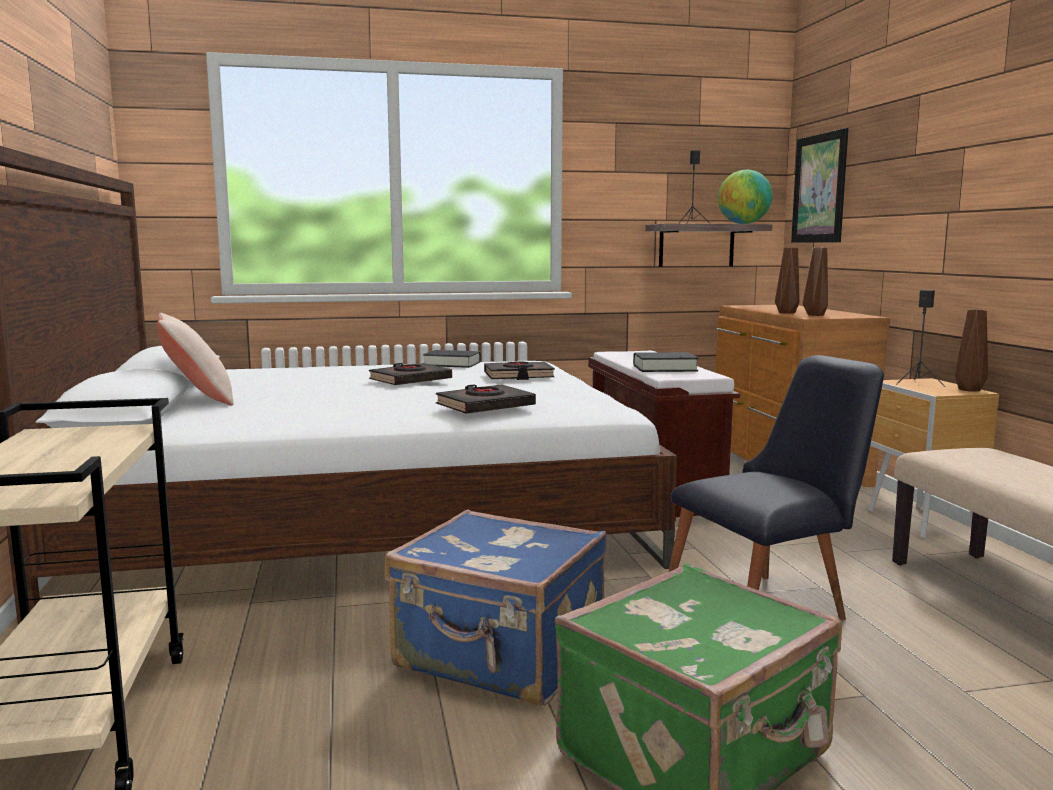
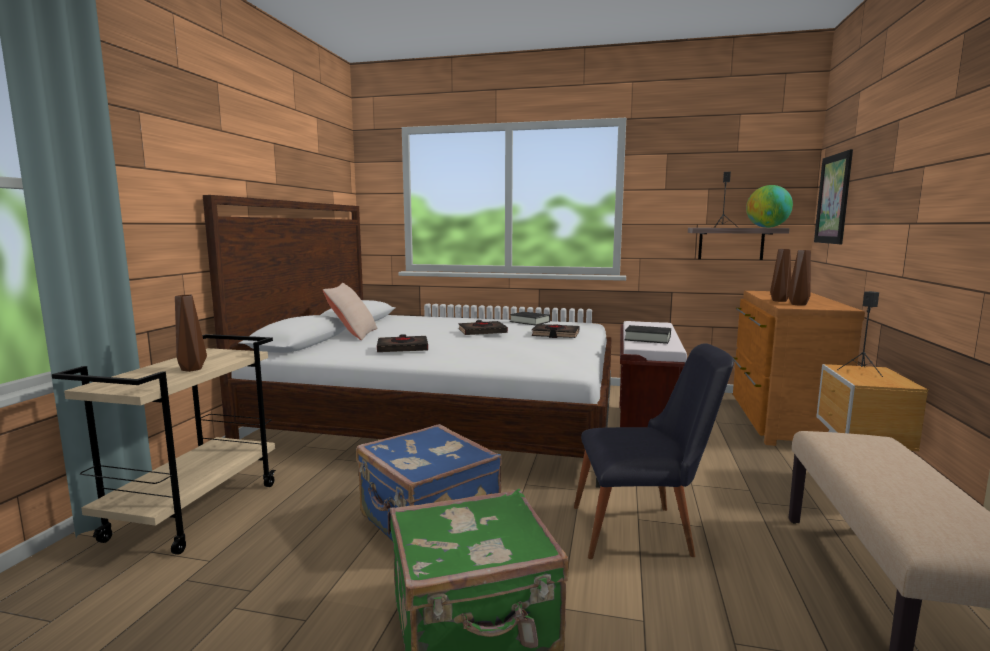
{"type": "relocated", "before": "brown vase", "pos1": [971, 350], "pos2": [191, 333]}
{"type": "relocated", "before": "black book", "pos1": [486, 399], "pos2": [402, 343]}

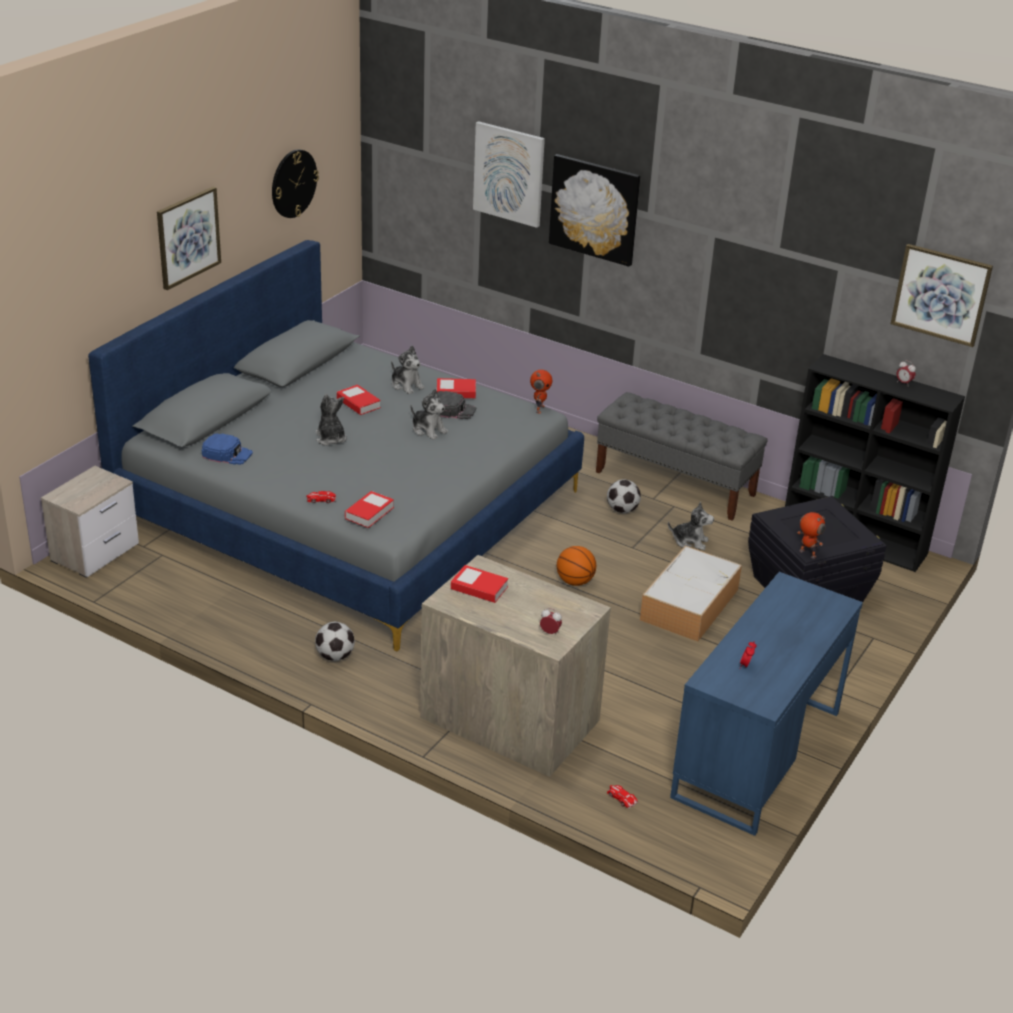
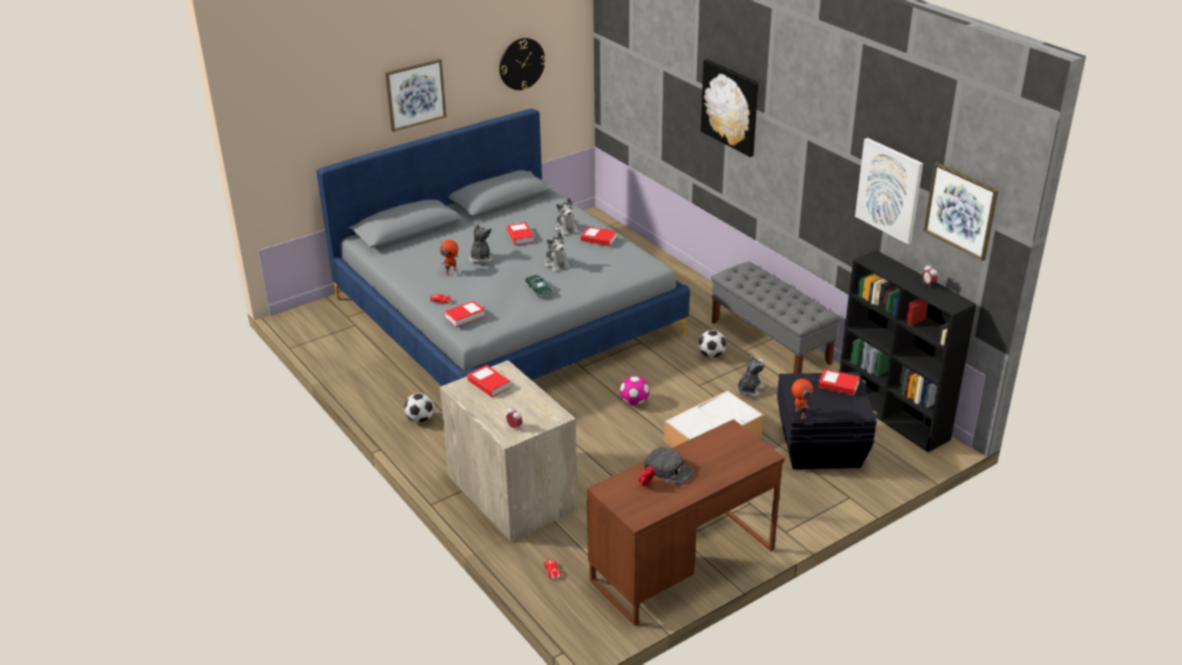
{"type": "relocated", "before": "picture", "pos1": [509, 174], "pos2": [889, 191]}
{"type": "relocated", "before": "toy robot", "pos1": [541, 392], "pos2": [449, 258]}
{"type": "relocated", "before": "black cap", "pos1": [457, 405], "pos2": [669, 466]}
{"type": "missing", "before": "blue cap", "pos1": [227, 449]}
{"type": "missing", "before": "nightstand", "pos1": [90, 521]}
{"type": "spun", "before": "plush toy", "pos1": [691, 526], "pos2": [751, 376], "turn": -90}
{"type": "exchanged", "before": "basketball", "after": "football", "pos1": [576, 566], "pos2": [634, 390]}
{"type": "colour", "before": "blue desk", "after": "brown desk", "pos1": [766, 704], "pos2": [686, 522]}
{"type": "appeared", "after": "toy car", "pos2": [539, 286]}
{"type": "appeared", "after": "book", "pos2": [839, 382]}

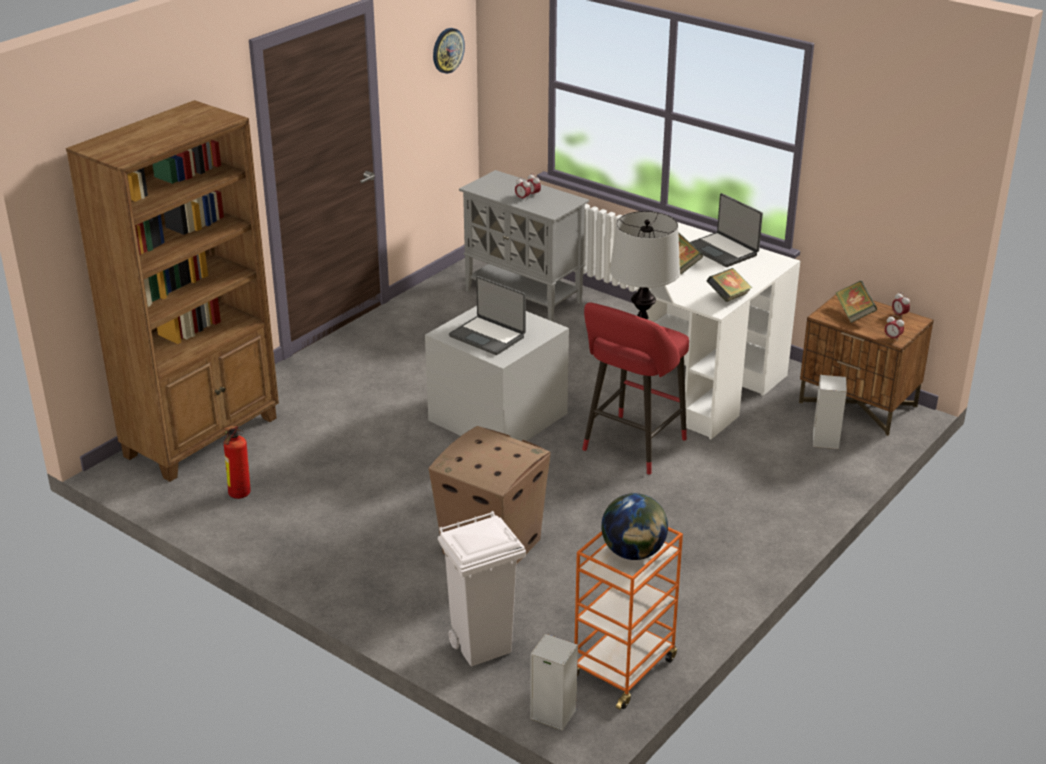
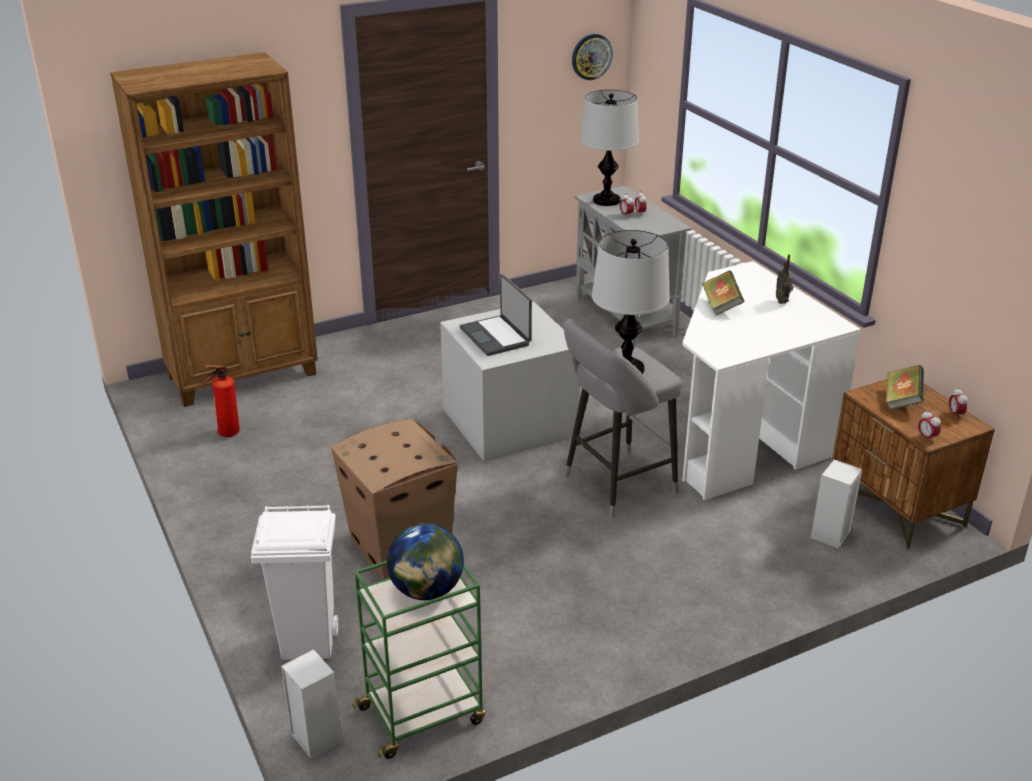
{"type": "exchanged", "before": "laptop", "after": "radio", "pos1": [726, 230], "pos2": [785, 279]}
{"type": "missing", "before": "book", "pos1": [729, 285]}
{"type": "colour", "before": "red stool", "after": "grey stool", "pos1": [635, 389], "pos2": [622, 419]}
{"type": "colour", "before": "orange cart", "after": "green cart", "pos1": [629, 618], "pos2": [418, 660]}
{"type": "appeared", "after": "table lamp", "pos2": [609, 148]}

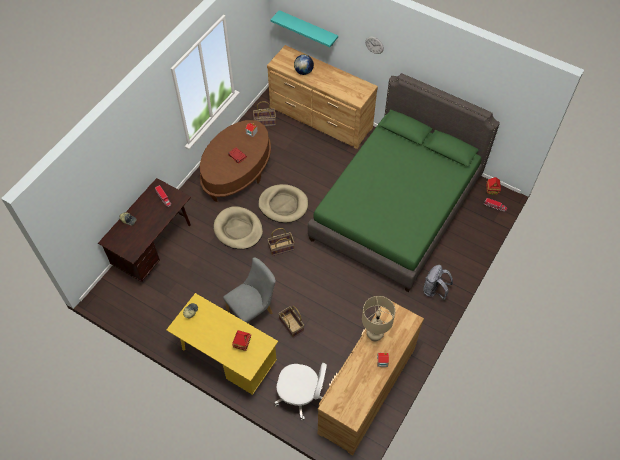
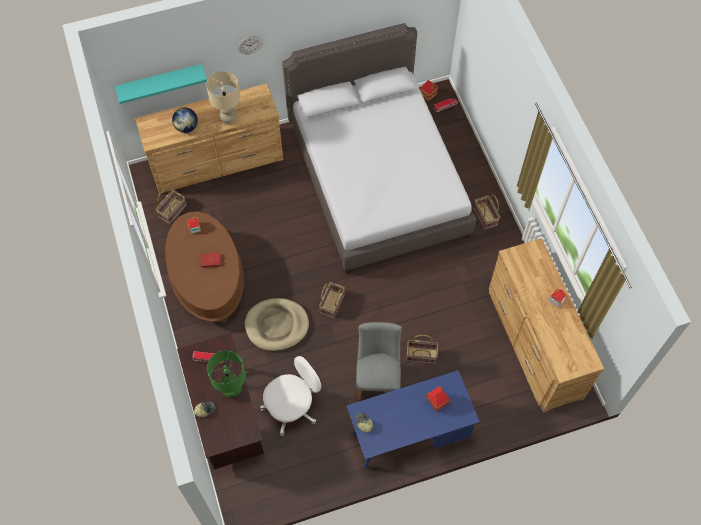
{"type": "colour", "before": "green bed", "after": "grey bed", "pos1": [404, 182], "pos2": [379, 148]}
{"type": "missing", "before": "beige dog bed", "pos1": [283, 203]}
{"type": "exchanged", "before": "grey backpack", "after": "basket", "pos1": [438, 282], "pos2": [486, 212]}
{"type": "colour", "before": "yellow desk", "after": "blue desk", "pos1": [222, 344], "pos2": [413, 419]}
{"type": "relocated", "before": "beige table lamp", "pos1": [378, 318], "pos2": [223, 98]}
{"type": "relocated", "before": "white office chair", "pos1": [301, 392], "pos2": [290, 396]}
{"type": "appeared", "after": "green table lamp", "pos2": [226, 374]}

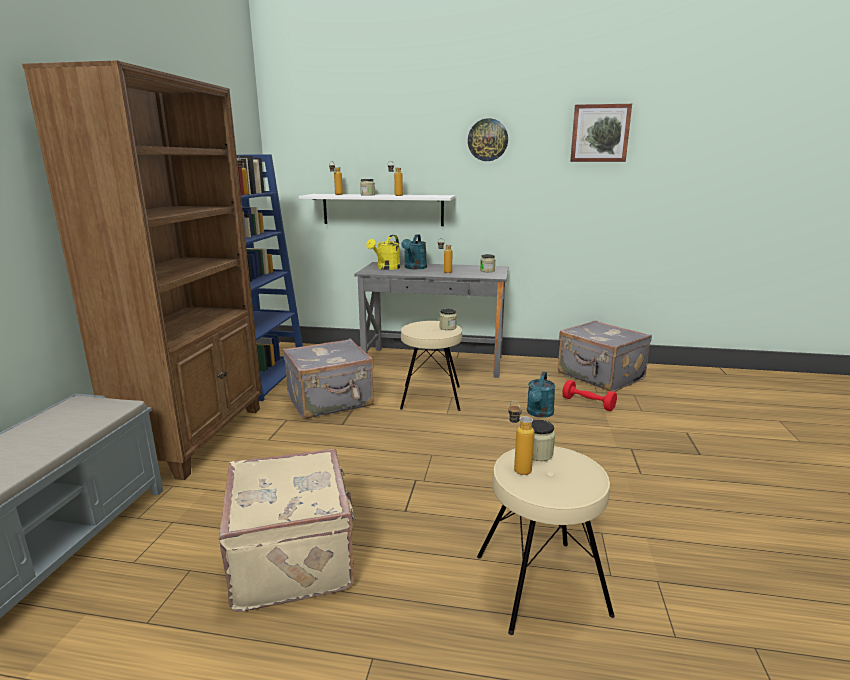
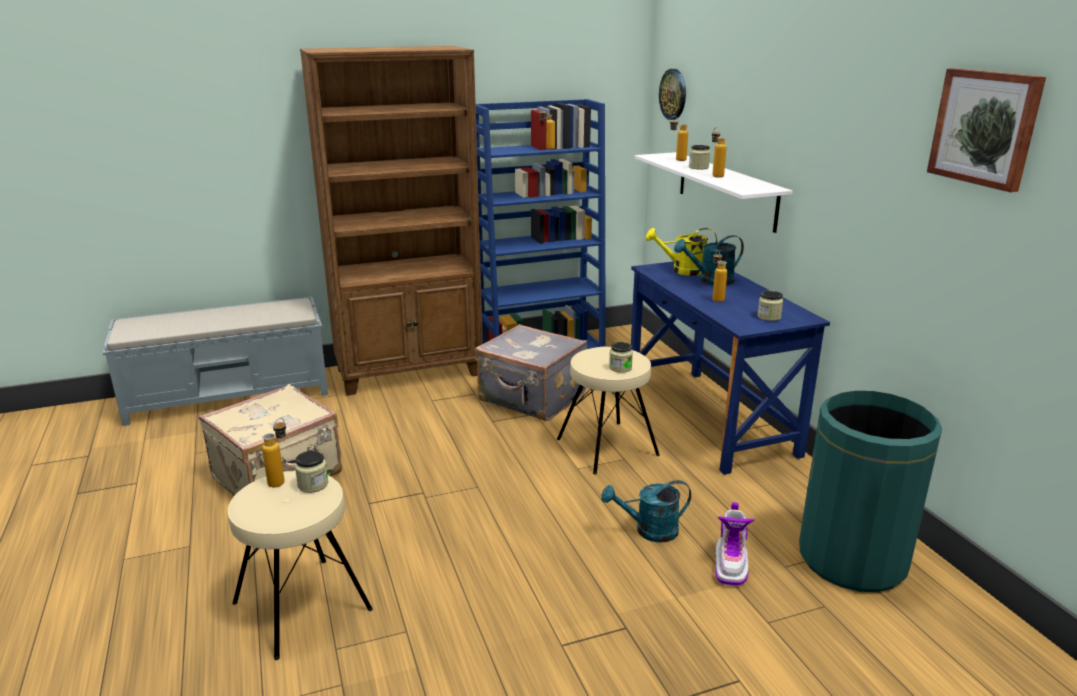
{"type": "relocated", "before": "wall clock", "pos1": [488, 139], "pos2": [672, 94]}
{"type": "colour", "before": "grey desk", "after": "blue desk", "pos1": [431, 320], "pos2": [730, 368]}
{"type": "exchanged", "before": "grey suitcase", "after": "green trash can", "pos1": [605, 356], "pos2": [870, 491]}
{"type": "exchanged", "before": "red dumbbell", "after": "boot", "pos1": [589, 395], "pos2": [735, 544]}

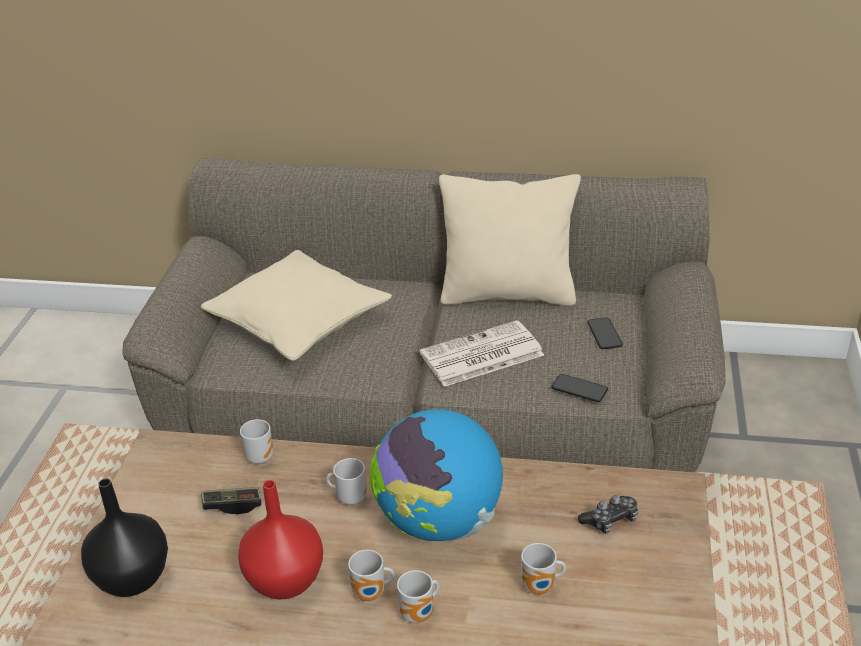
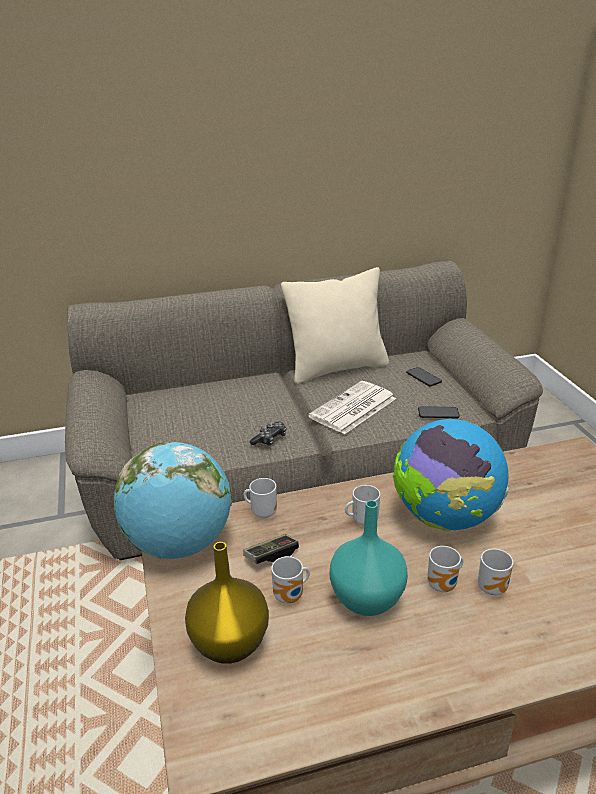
{"type": "missing", "before": "beige pillow", "pos1": [296, 305]}
{"type": "colour", "before": "black vase", "after": "yellow vase", "pos1": [124, 537], "pos2": [227, 603]}
{"type": "colour", "before": "red vase", "after": "turquoise vase", "pos1": [280, 539], "pos2": [369, 558]}
{"type": "relocated", "before": "game controller", "pos1": [608, 514], "pos2": [268, 434]}
{"type": "relocated", "before": "mug", "pos1": [543, 569], "pos2": [290, 580]}
{"type": "appeared", "after": "globe", "pos2": [173, 500]}

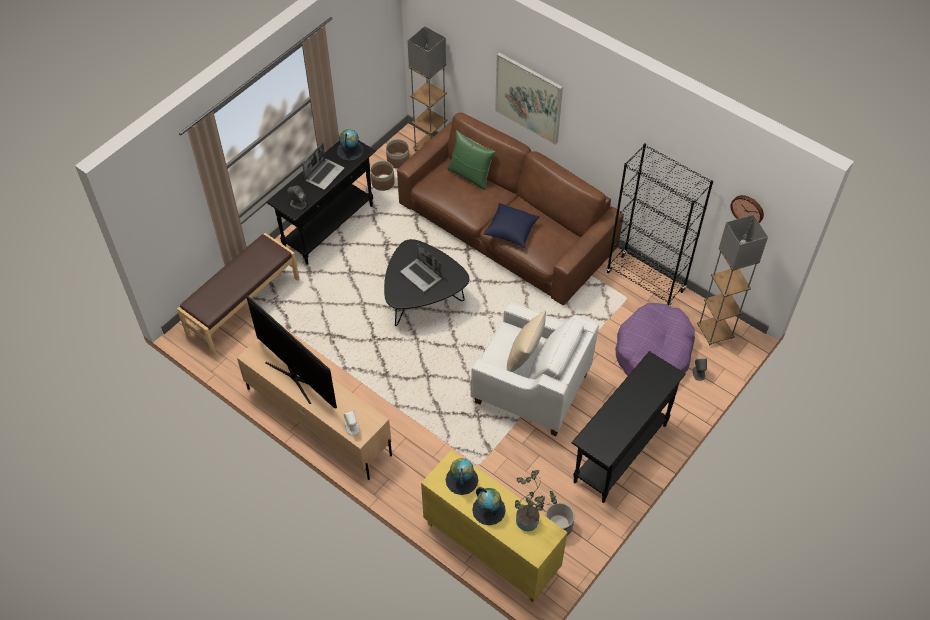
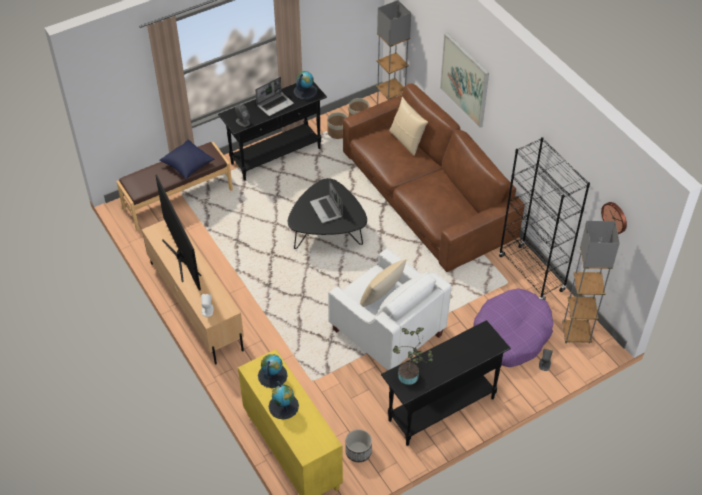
{"type": "colour", "before": "green pillow", "after": "beige pillow", "pos1": [471, 160], "pos2": [408, 126]}
{"type": "relocated", "before": "blue pillow", "pos1": [511, 225], "pos2": [187, 159]}
{"type": "relocated", "before": "potted plant", "pos1": [536, 500], "pos2": [413, 356]}

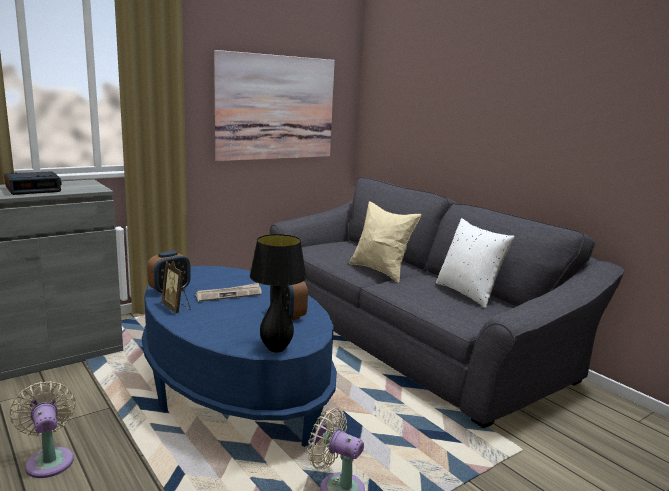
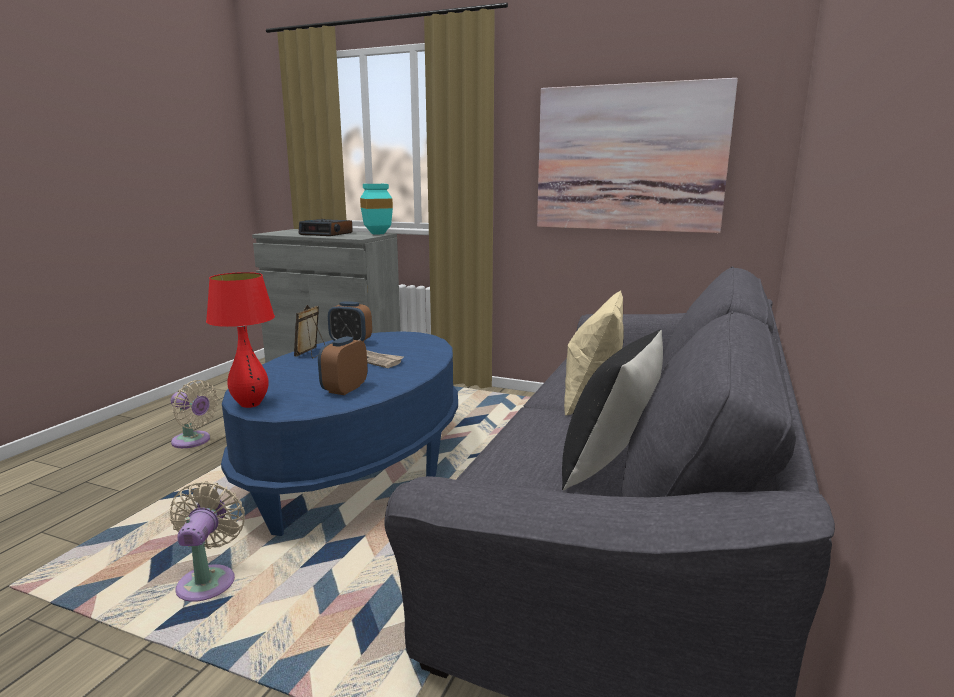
{"type": "colour", "before": "white pillow", "after": "black pillow", "pos1": [475, 263], "pos2": [612, 409]}
{"type": "colour", "before": "black table lamp", "after": "red table lamp", "pos1": [278, 293], "pos2": [240, 340]}
{"type": "spun", "before": "beige fan", "pos1": [43, 429], "pos2": [195, 414], "turn": 90}
{"type": "appeared", "after": "turquoise vase", "pos2": [376, 209]}

